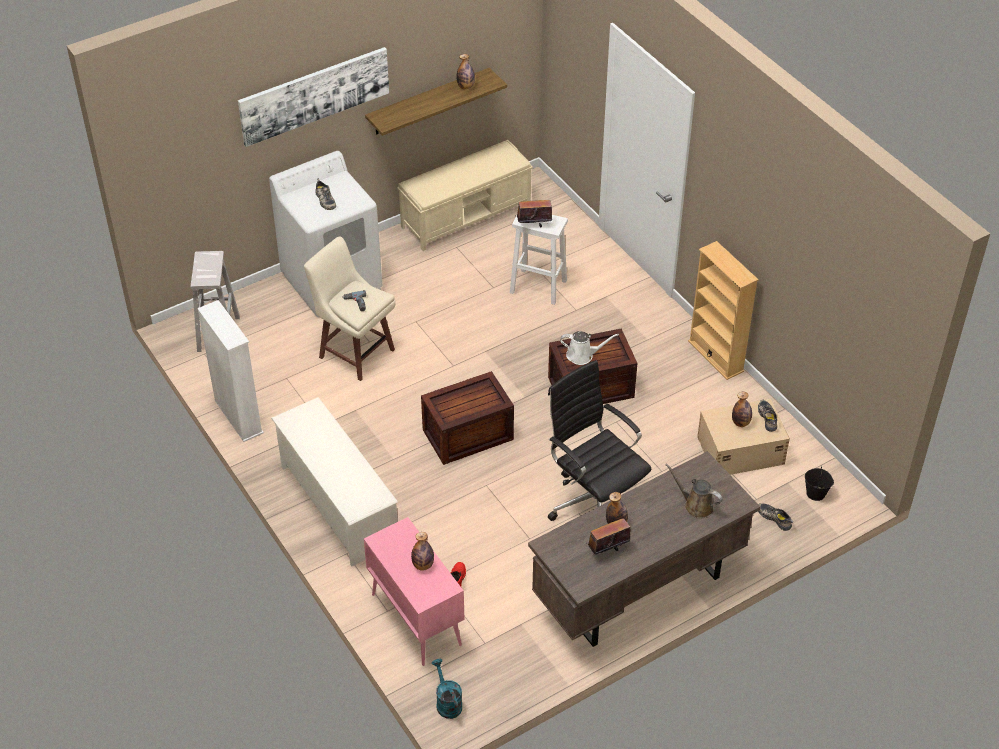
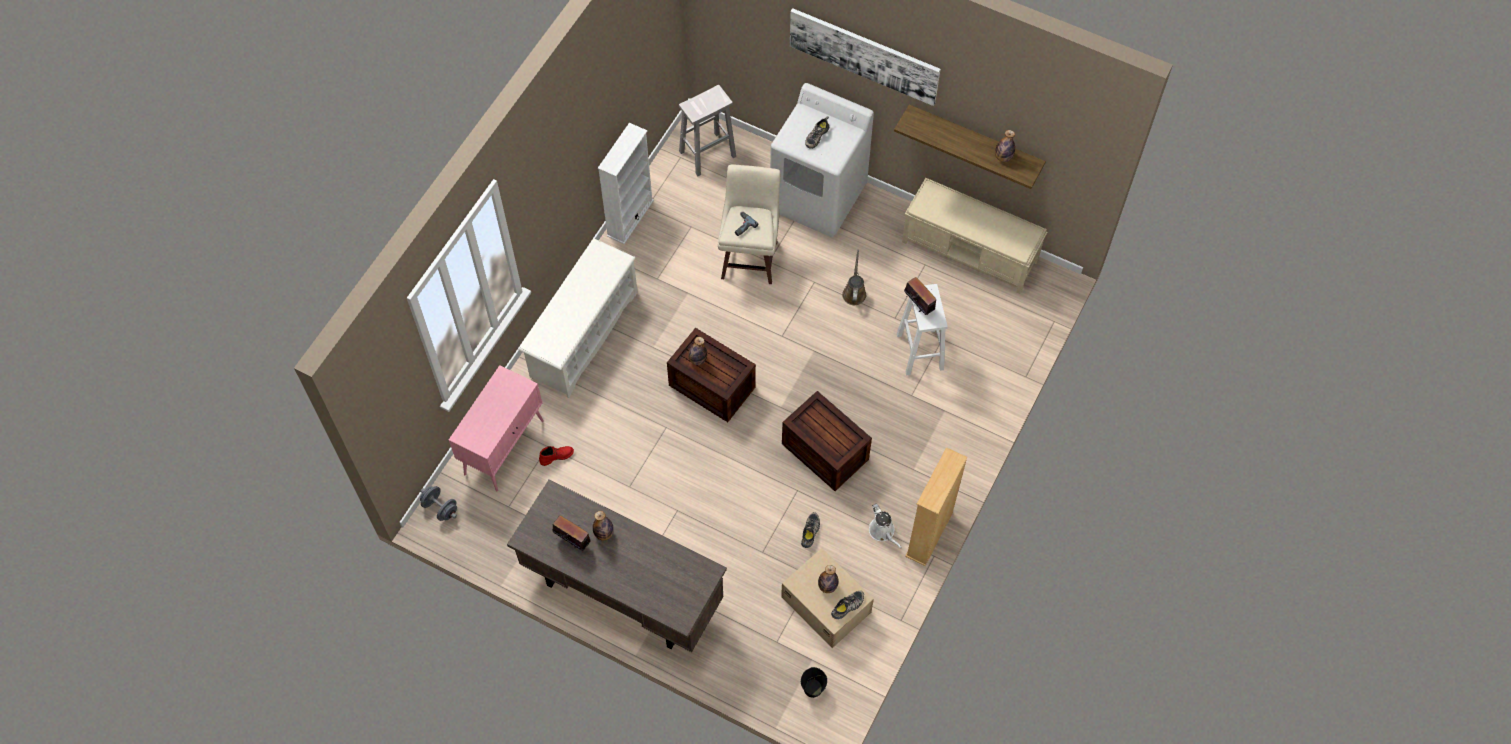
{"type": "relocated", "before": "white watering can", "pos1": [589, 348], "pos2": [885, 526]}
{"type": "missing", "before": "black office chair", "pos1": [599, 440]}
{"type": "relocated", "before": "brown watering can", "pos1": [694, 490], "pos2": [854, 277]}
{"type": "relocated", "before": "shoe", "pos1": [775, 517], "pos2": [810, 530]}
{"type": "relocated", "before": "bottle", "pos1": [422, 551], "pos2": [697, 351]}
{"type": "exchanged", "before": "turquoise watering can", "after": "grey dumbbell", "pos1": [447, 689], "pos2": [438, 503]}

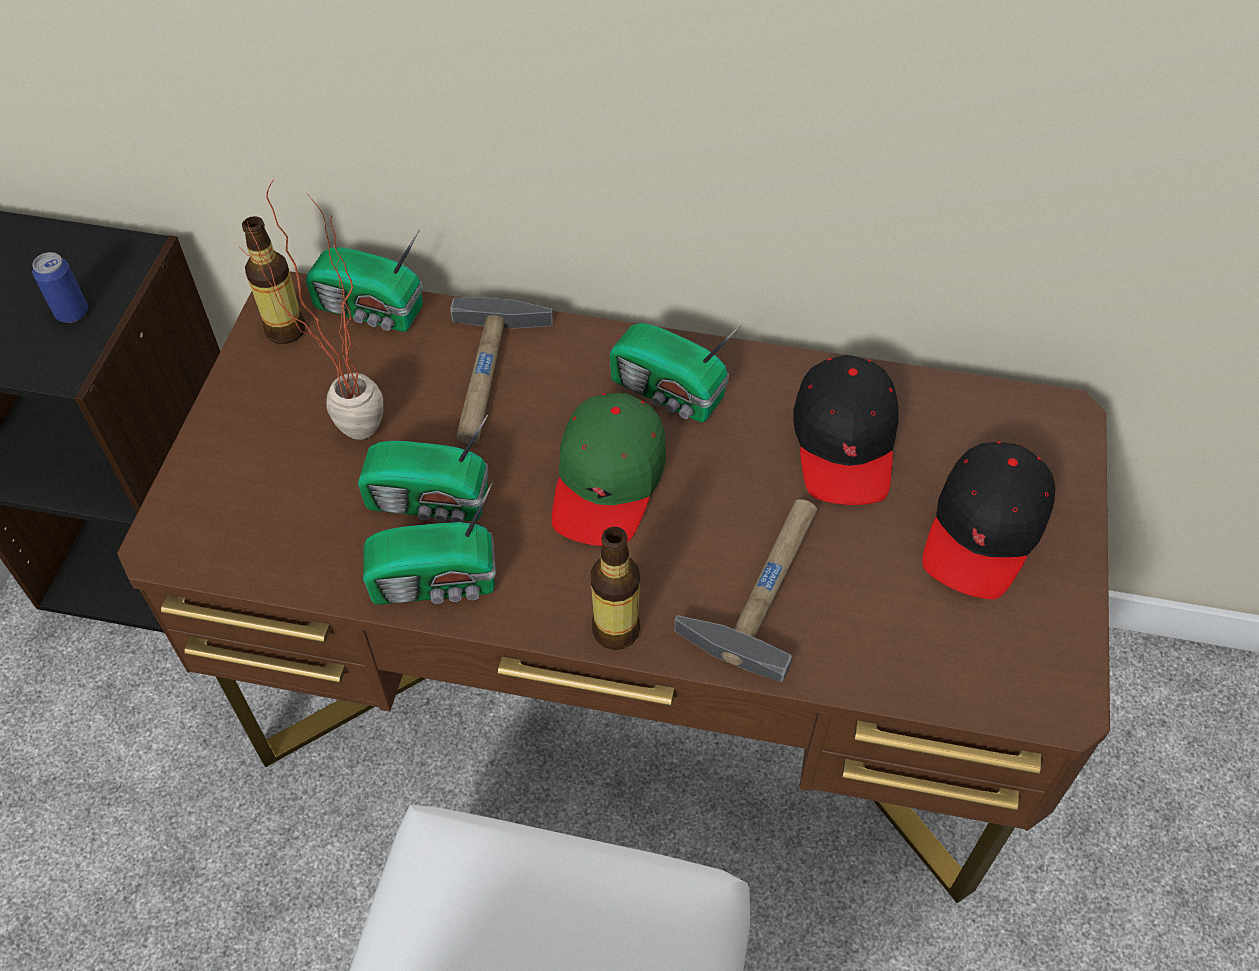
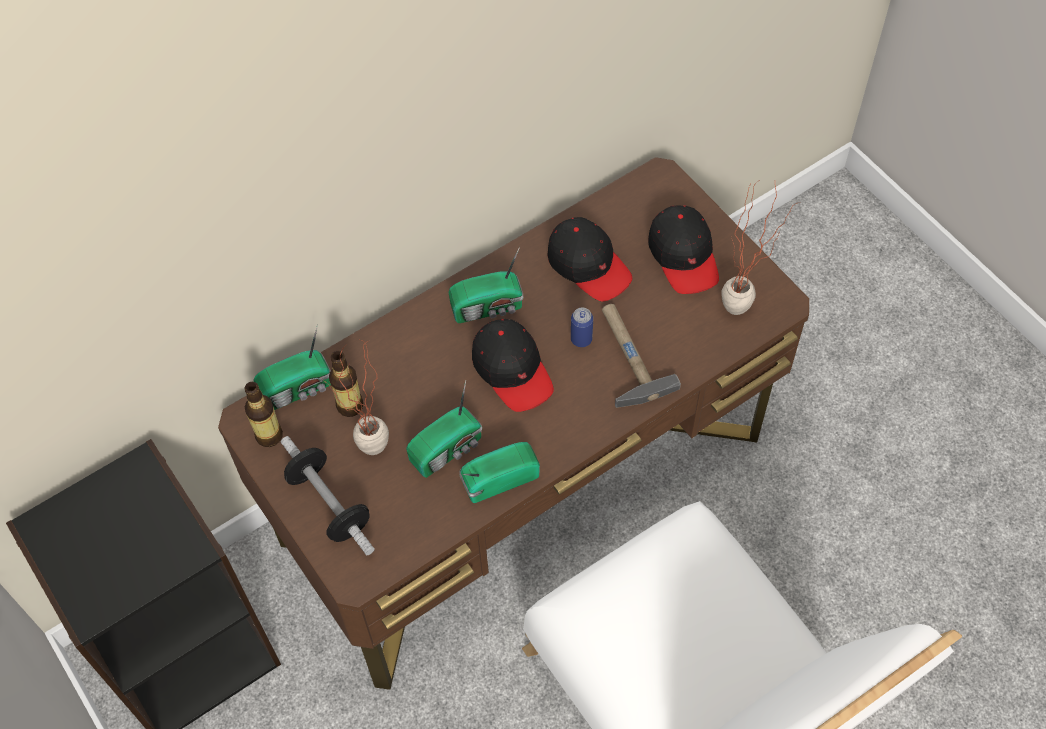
{"type": "relocated", "before": "can", "pos1": [60, 287], "pos2": [582, 327]}
{"type": "missing", "before": "hammer", "pos1": [501, 370]}
{"type": "colour", "before": "green cap", "after": "black cap", "pos1": [609, 469], "pos2": [513, 365]}
{"type": "spun", "before": "radio", "pos1": [429, 543], "pos2": [499, 472], "turn": -150}
{"type": "relocated", "before": "bottle", "pos1": [615, 588], "pos2": [346, 384]}
{"type": "appeared", "after": "potted plant", "pos2": [760, 248]}
{"type": "appeared", "after": "dumbbell", "pos2": [328, 495]}

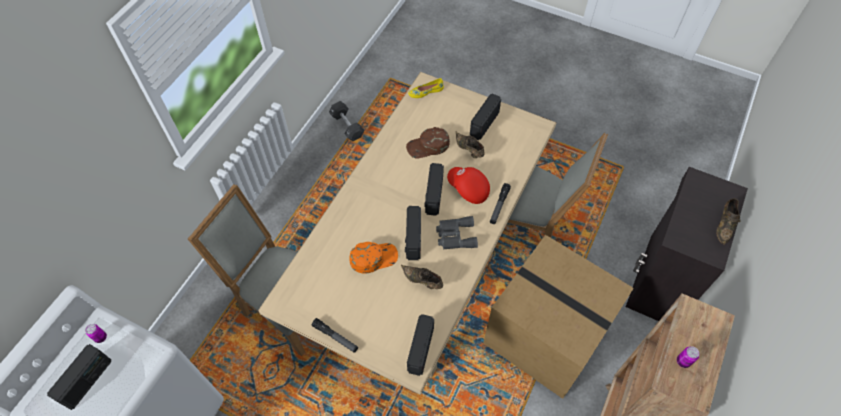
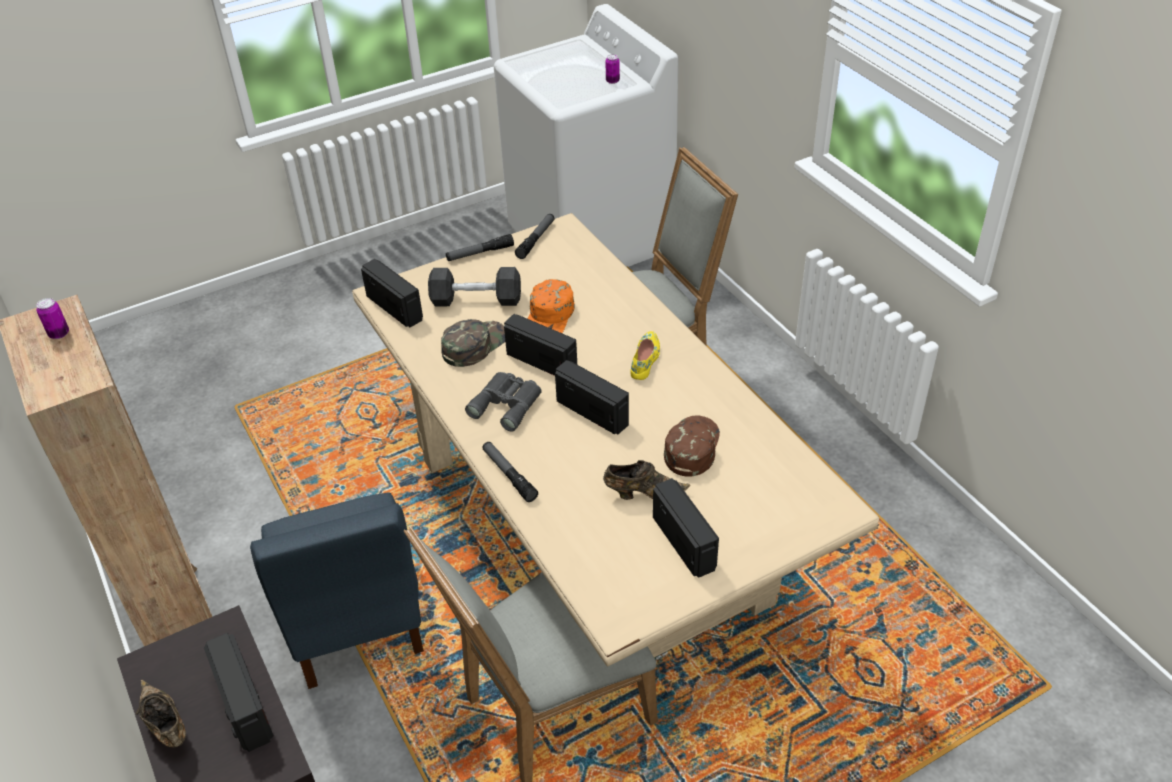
{"type": "relocated", "before": "yellow shoe", "pos1": [426, 88], "pos2": [645, 355]}
{"type": "relocated", "before": "black dumbbell", "pos1": [347, 121], "pos2": [474, 286]}
{"type": "missing", "before": "red cap", "pos1": [468, 185]}
{"type": "exchanged", "before": "cardboard box", "after": "blue chair", "pos1": [558, 317], "pos2": [337, 590]}
{"type": "exchanged", "before": "brown shoe", "after": "green cap", "pos1": [422, 277], "pos2": [473, 343]}
{"type": "relocated", "before": "radio", "pos1": [79, 377], "pos2": [239, 692]}
{"type": "appeared", "after": "flashlight", "pos2": [535, 236]}

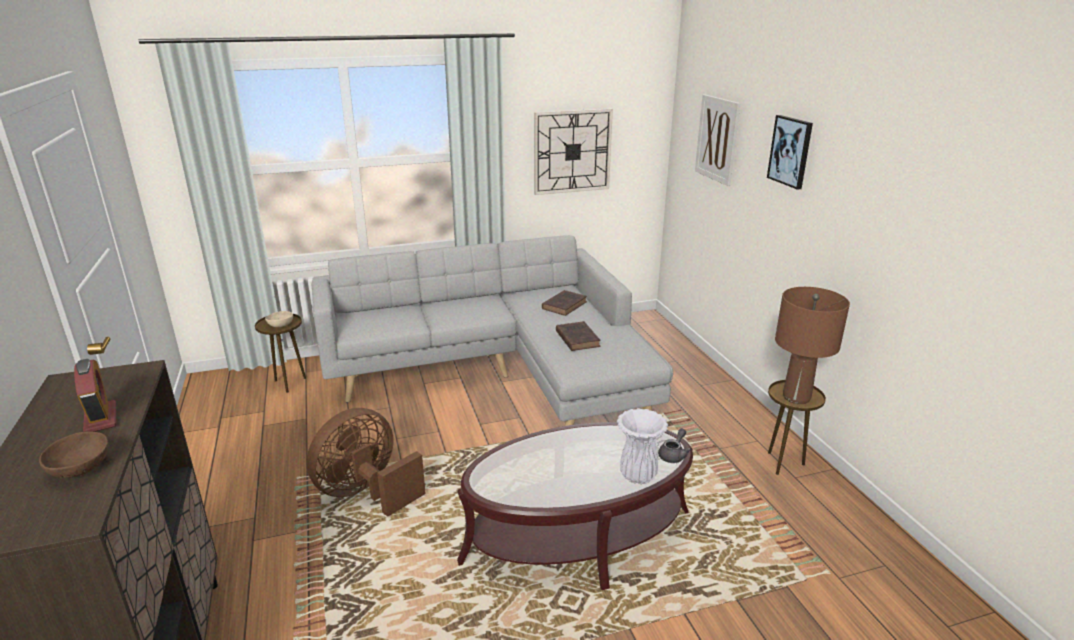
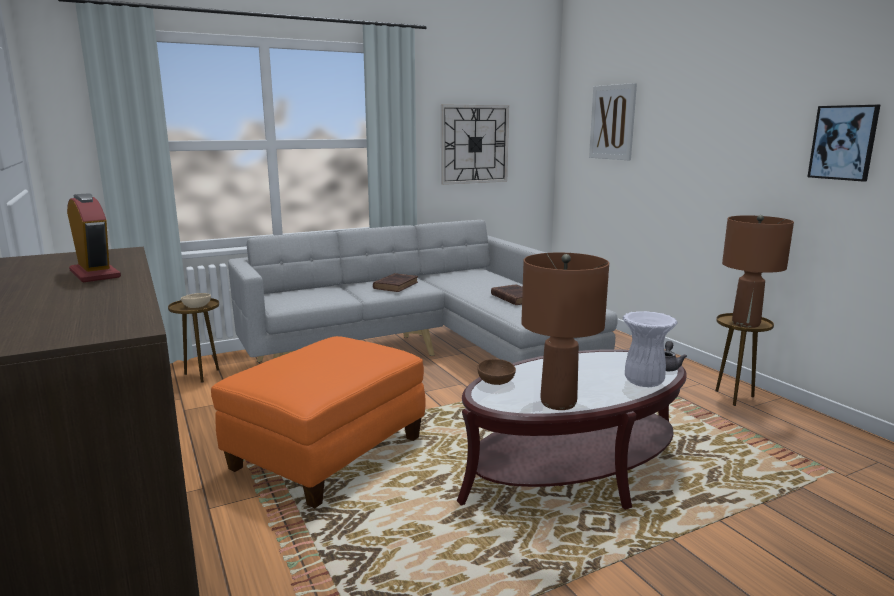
{"type": "relocated", "before": "picture", "pos1": [790, 152], "pos2": [843, 143]}
{"type": "relocated", "before": "brown book", "pos1": [564, 303], "pos2": [395, 282]}
{"type": "exchanged", "before": "brown fan", "after": "orange ottoman", "pos1": [366, 462], "pos2": [318, 422]}
{"type": "relocated", "before": "brown bowl", "pos1": [74, 455], "pos2": [496, 372]}
{"type": "appeared", "after": "brown table lamp", "pos2": [565, 331]}

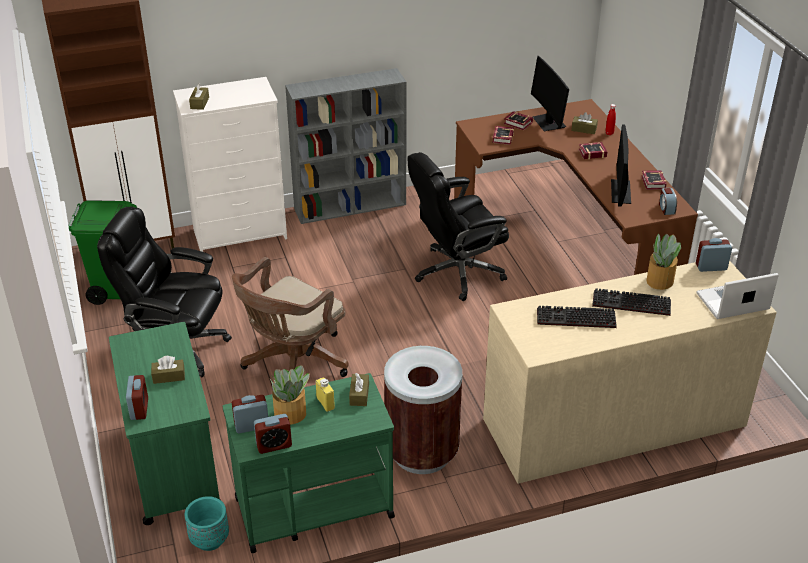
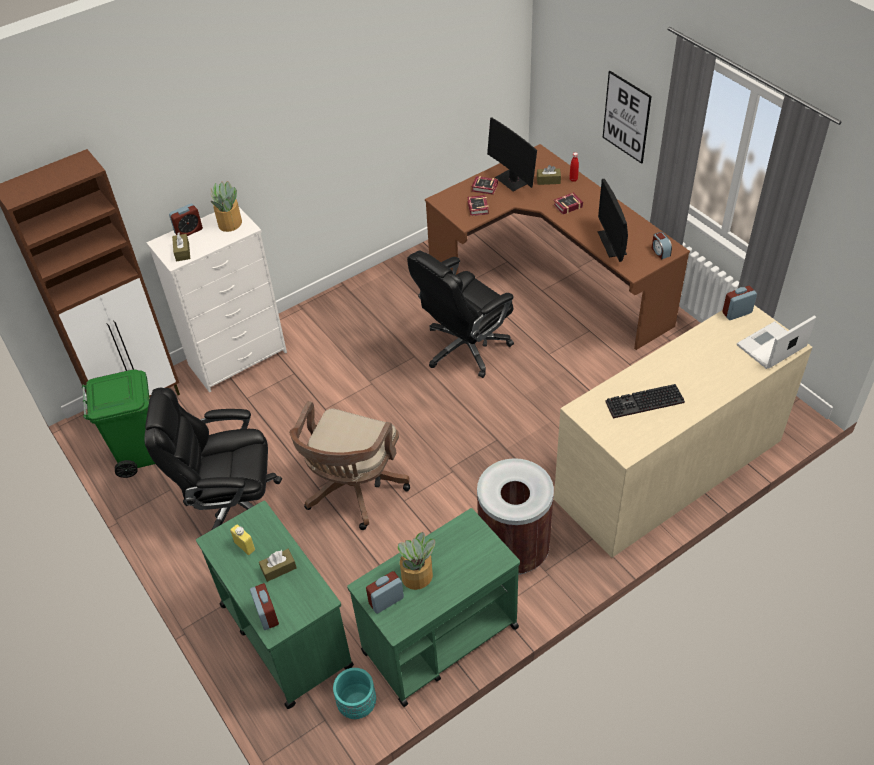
{"type": "missing", "before": "grey bookcase", "pos1": [346, 146]}
{"type": "missing", "before": "book", "pos1": [654, 180]}
{"type": "relocated", "before": "potted plant", "pos1": [664, 262], "pos2": [226, 206]}
{"type": "missing", "before": "keyboard", "pos1": [631, 302]}
{"type": "missing", "before": "brown tissue box", "pos1": [359, 389]}
{"type": "relocated", "before": "yellow bottle", "pos1": [325, 394], "pos2": [242, 539]}
{"type": "relocated", "before": "alarm clock", "pos1": [273, 434], "pos2": [186, 220]}
{"type": "appeared", "after": "picture", "pos2": [627, 117]}

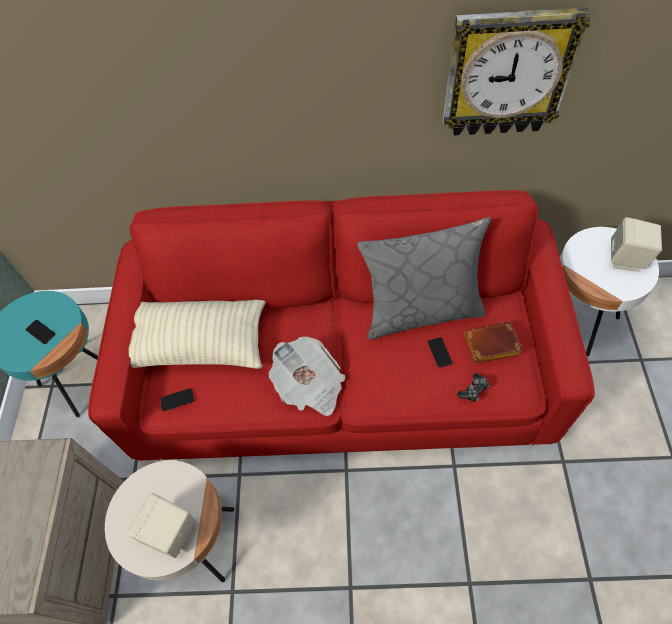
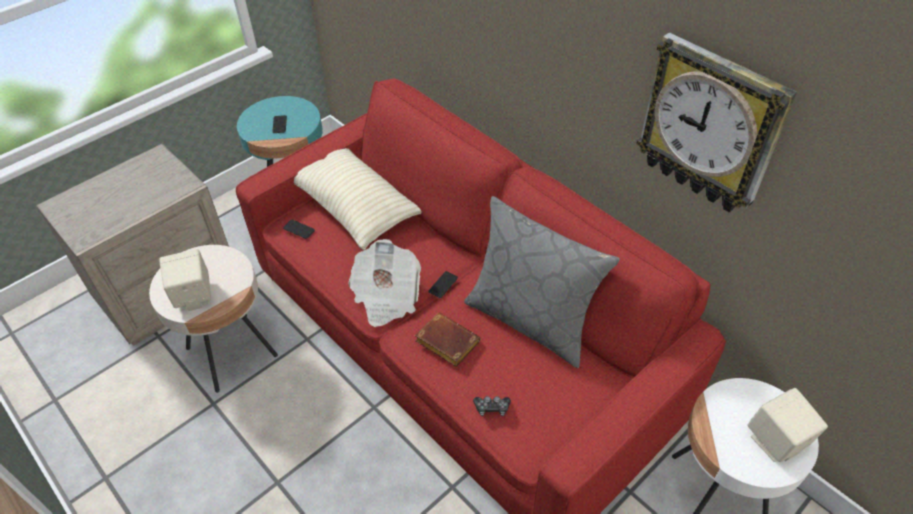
{"type": "relocated", "before": "brown book", "pos1": [493, 343], "pos2": [448, 339]}
{"type": "relocated", "before": "phone", "pos1": [440, 352], "pos2": [443, 284]}

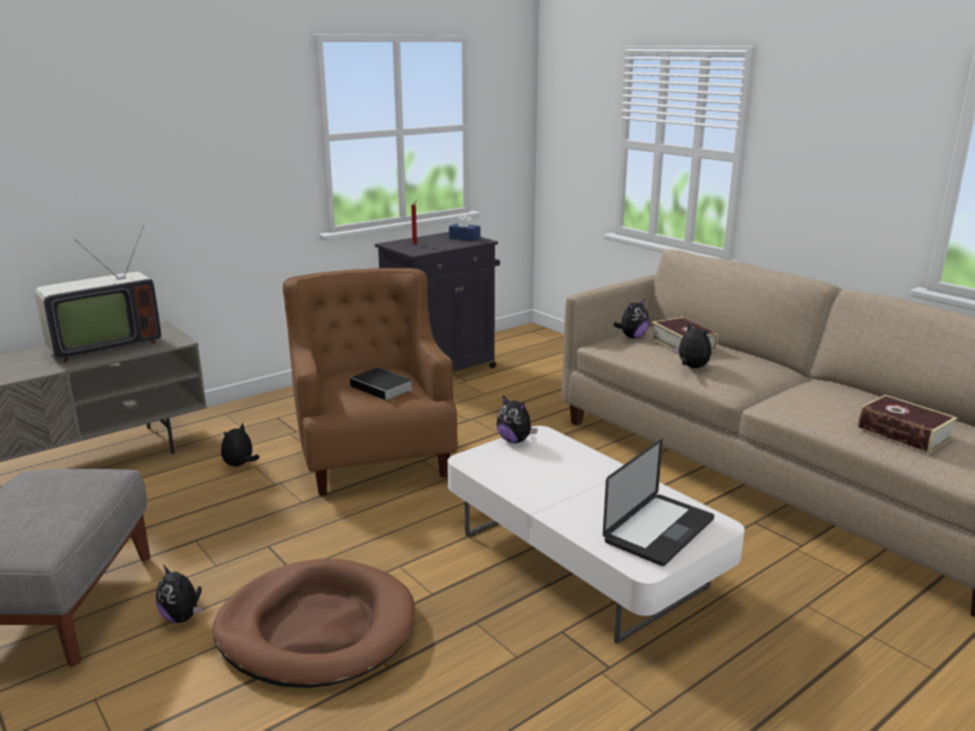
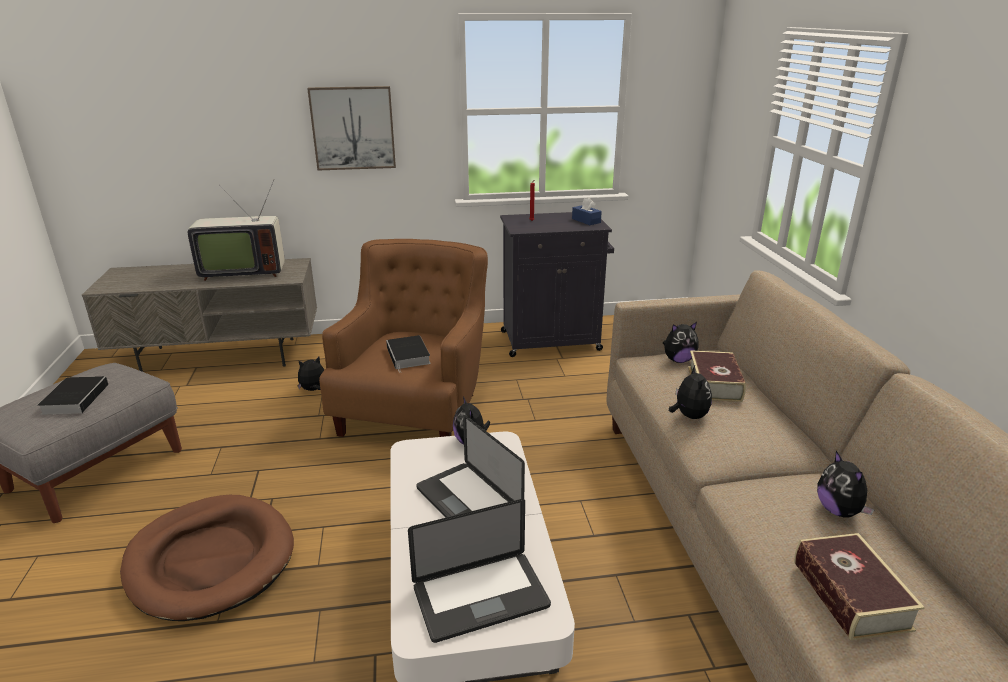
{"type": "relocated", "before": "plush toy", "pos1": [179, 594], "pos2": [846, 484]}
{"type": "appeared", "after": "picture", "pos2": [351, 128]}
{"type": "appeared", "after": "book", "pos2": [72, 395]}
{"type": "appeared", "after": "laptop", "pos2": [470, 466]}

